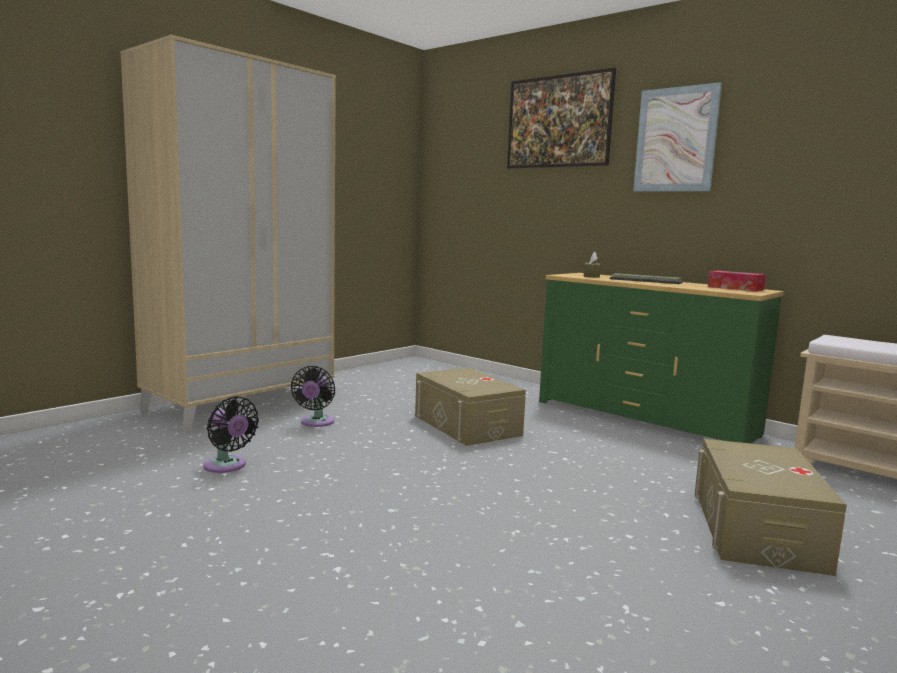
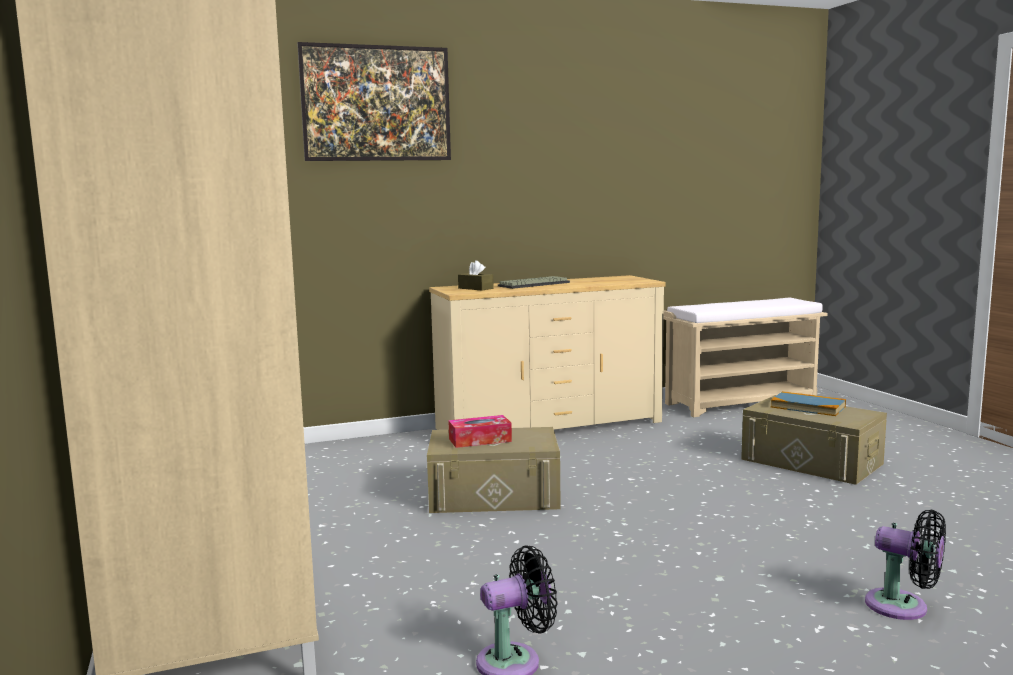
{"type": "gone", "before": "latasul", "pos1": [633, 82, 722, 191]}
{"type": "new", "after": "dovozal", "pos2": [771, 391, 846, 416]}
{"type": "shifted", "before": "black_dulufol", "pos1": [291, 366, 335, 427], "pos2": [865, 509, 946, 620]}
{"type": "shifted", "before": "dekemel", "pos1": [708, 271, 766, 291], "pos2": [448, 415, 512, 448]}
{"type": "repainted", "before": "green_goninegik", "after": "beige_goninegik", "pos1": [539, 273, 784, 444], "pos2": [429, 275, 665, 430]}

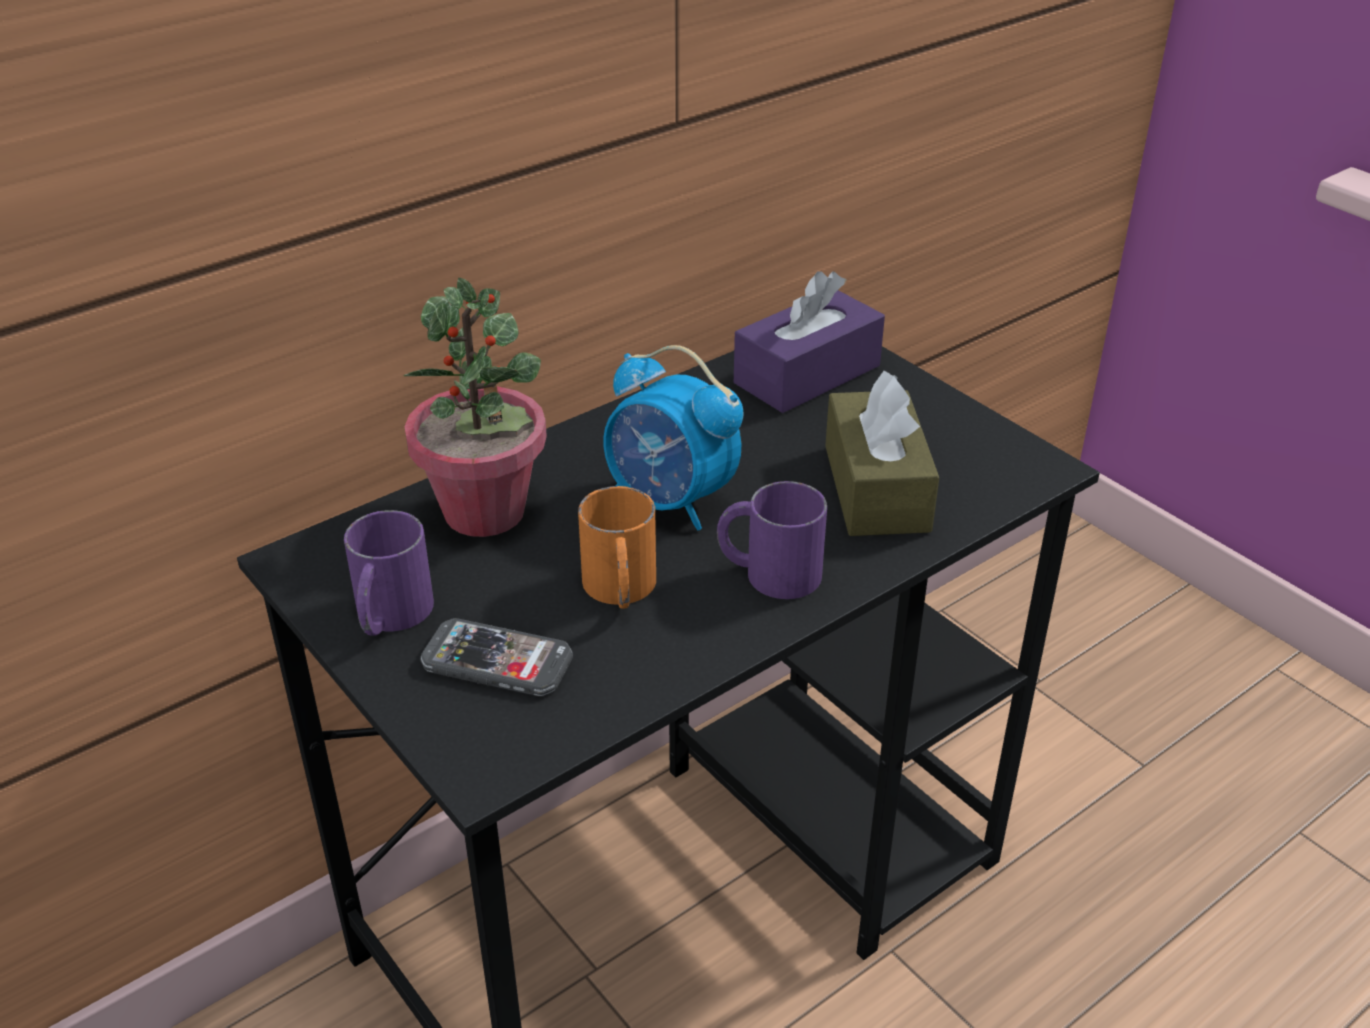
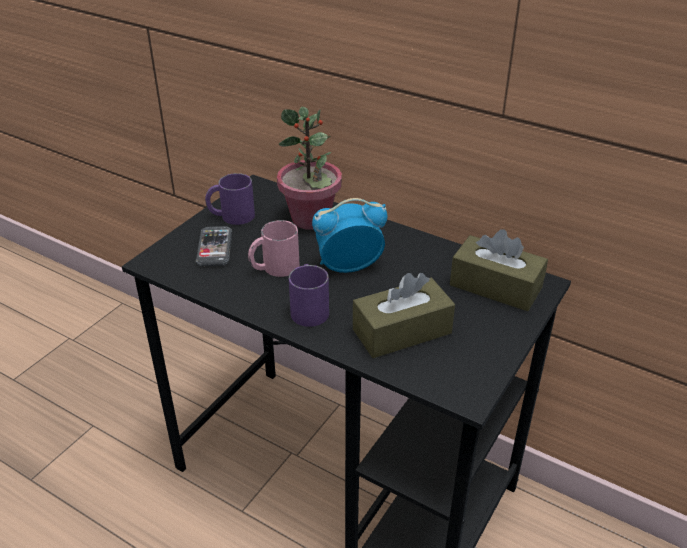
{"type": "repainted", "before": "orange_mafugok", "after": "pink_mafugok", "pos1": [578, 486, 656, 609], "pos2": [248, 220, 299, 277]}
{"type": "repainted", "before": "purple_dekemel", "after": "brown_dekemel", "pos1": [734, 271, 885, 413], "pos2": [450, 229, 548, 311]}
{"type": "rotated", "before": "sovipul", "pos1": [604, 345, 743, 531], "pos2": [312, 198, 387, 273], "turn": 60}

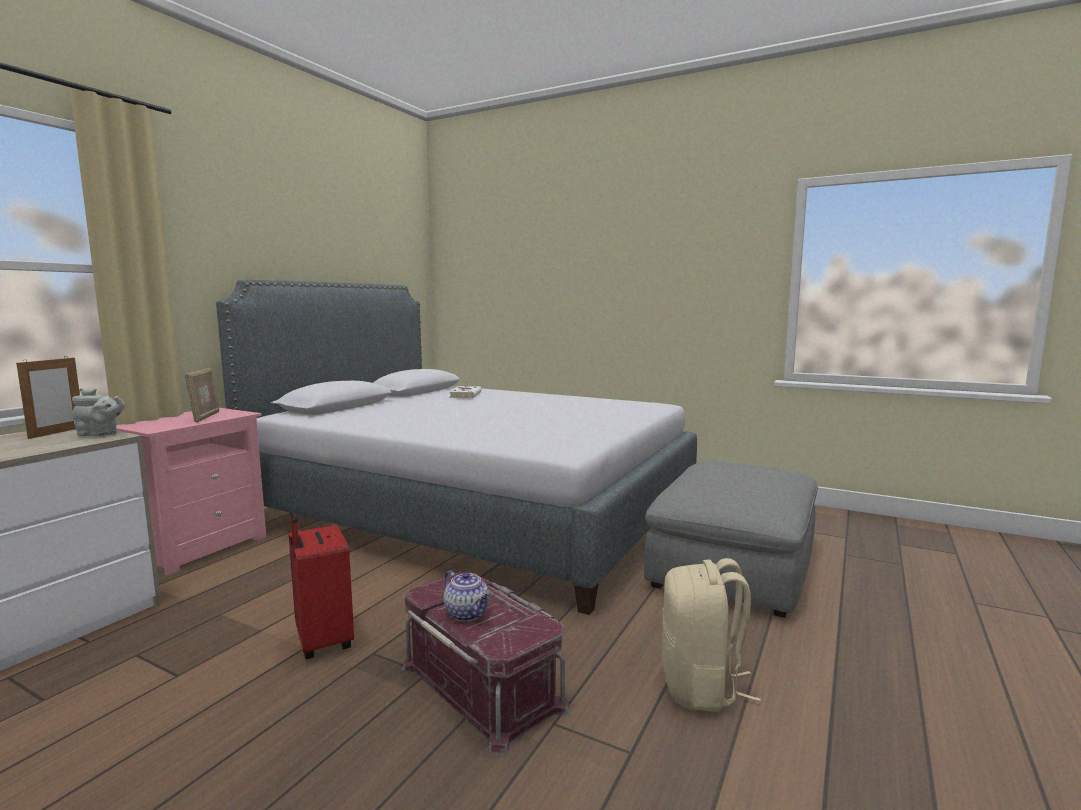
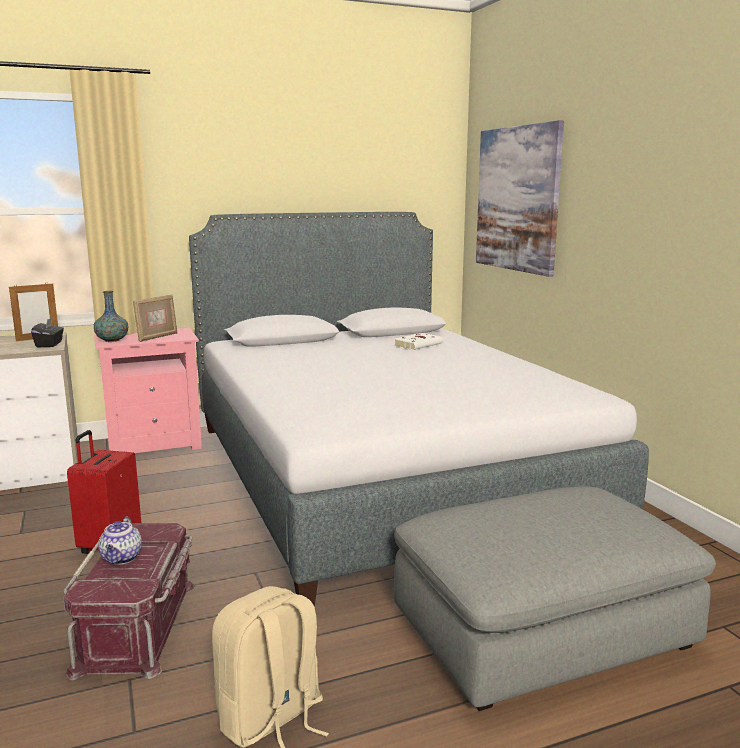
{"type": "new", "after": "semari", "pos2": [94, 291, 128, 342]}
{"type": "new", "after": "latasul", "pos2": [476, 120, 564, 277]}
{"type": "swapped", "before": "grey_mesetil", "after": "black_dekemel", "pos1": [72, 387, 126, 436], "pos2": [31, 317, 64, 347]}

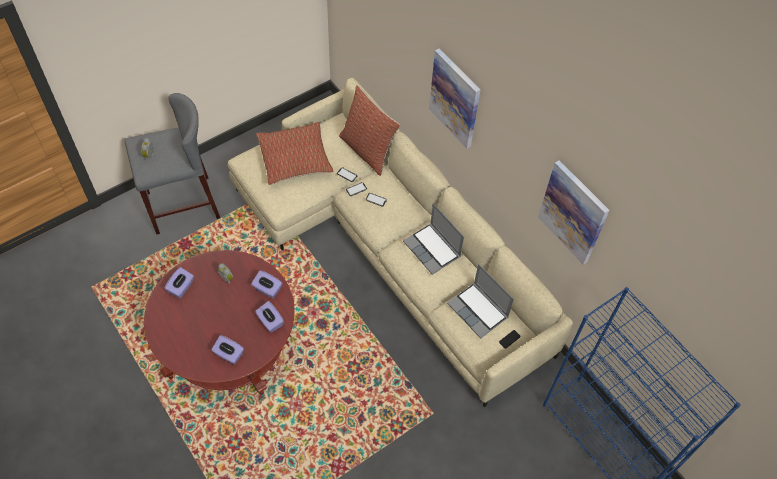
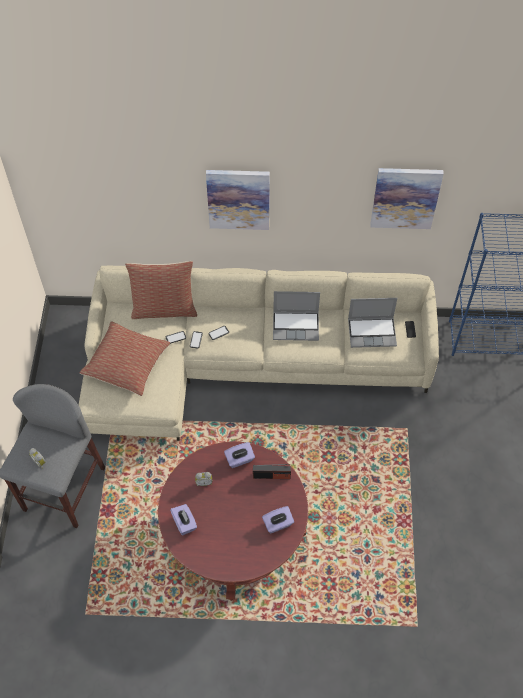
{"type": "swapped", "before": "purple_dekemel", "after": "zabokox", "pos1": [255, 301, 284, 333], "pos2": [253, 464, 291, 479]}

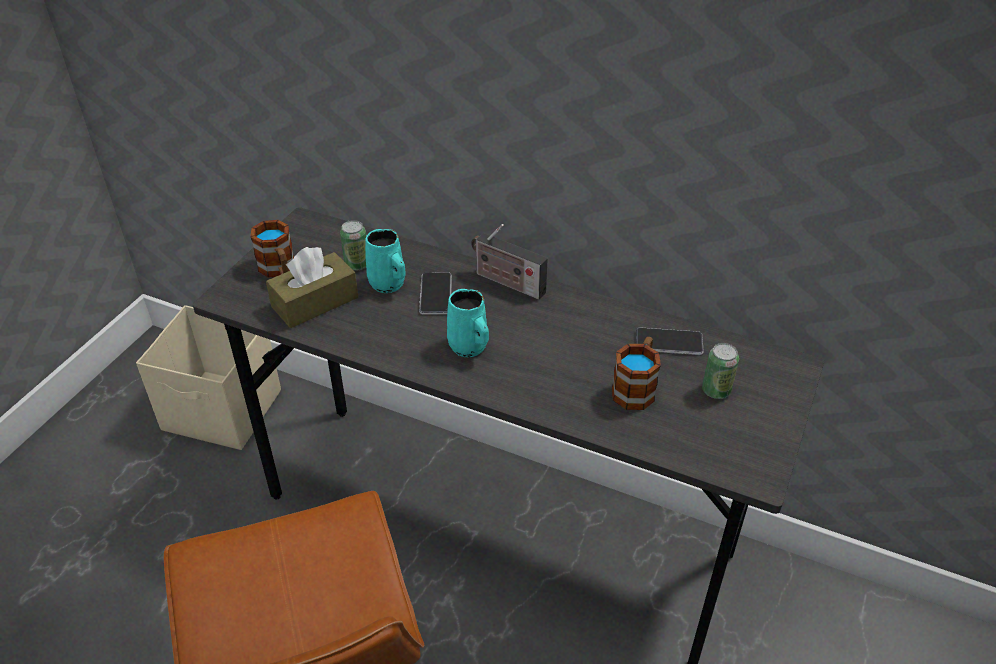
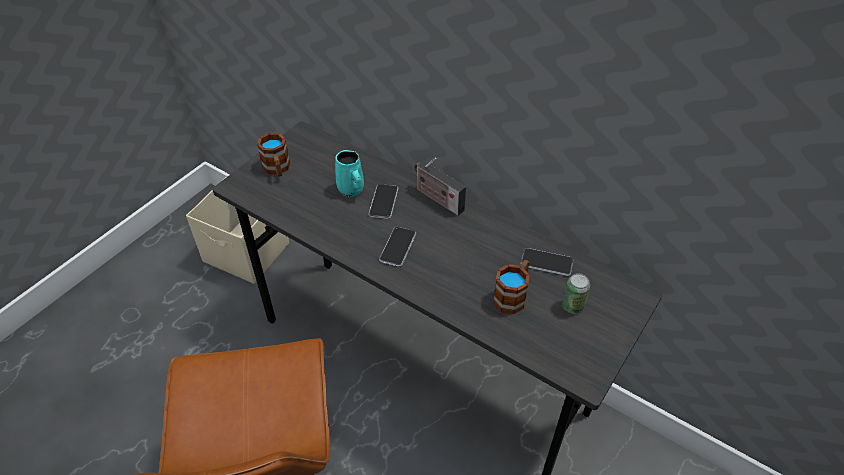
{"type": "gone", "before": "brown_dekemel", "pos1": [266, 247, 358, 328]}
{"type": "gone", "before": "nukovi", "pos1": [340, 220, 366, 271]}
{"type": "swapped", "before": "turquoise_mafugok", "after": "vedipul", "pos1": [447, 289, 489, 357], "pos2": [379, 227, 416, 267]}

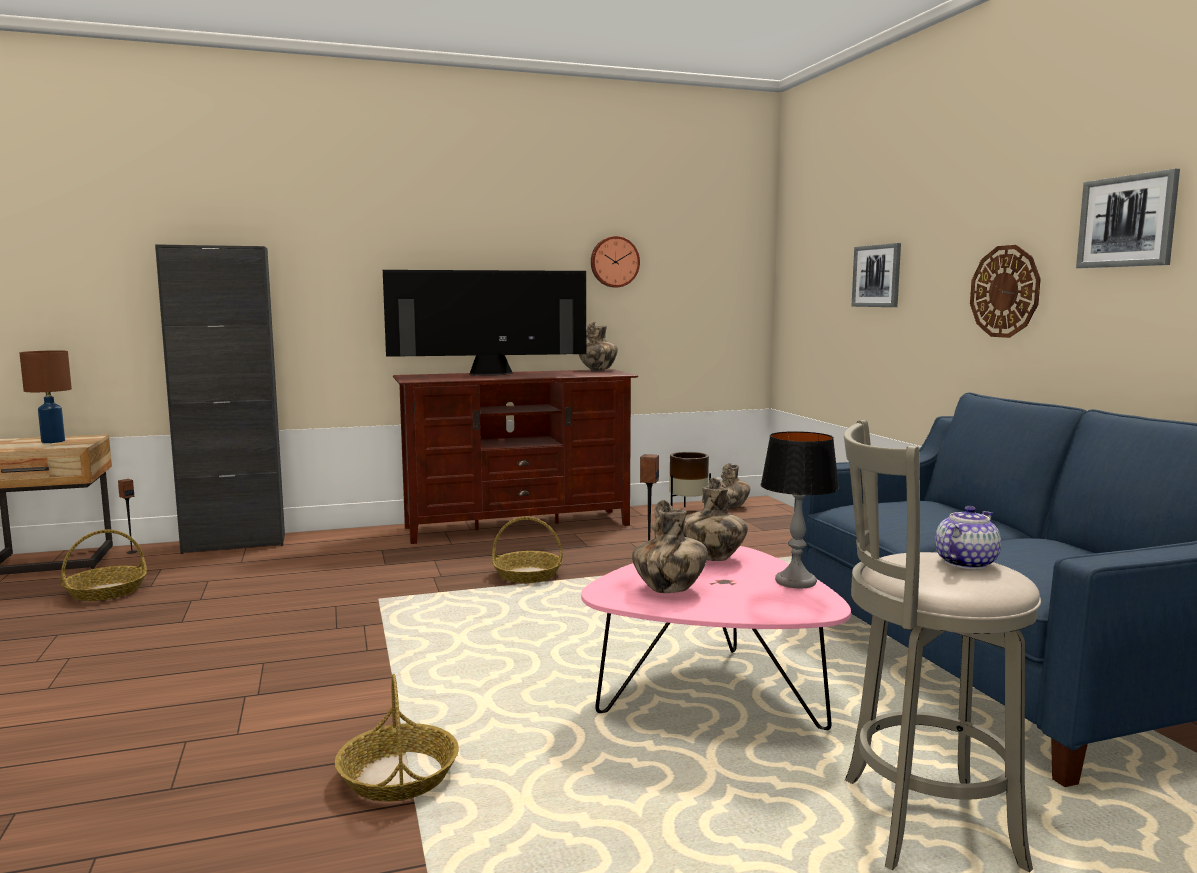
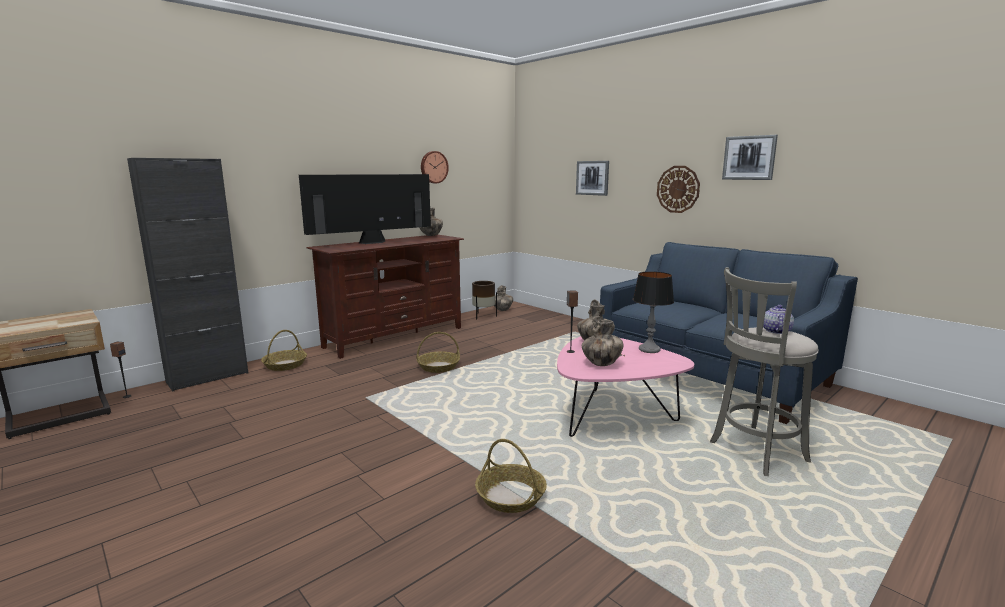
{"type": "gone", "before": "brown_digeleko", "pos1": [20, 350, 72, 443]}
{"type": "shifted", "before": "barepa", "pos1": [61, 530, 147, 601], "pos2": [261, 330, 307, 371]}

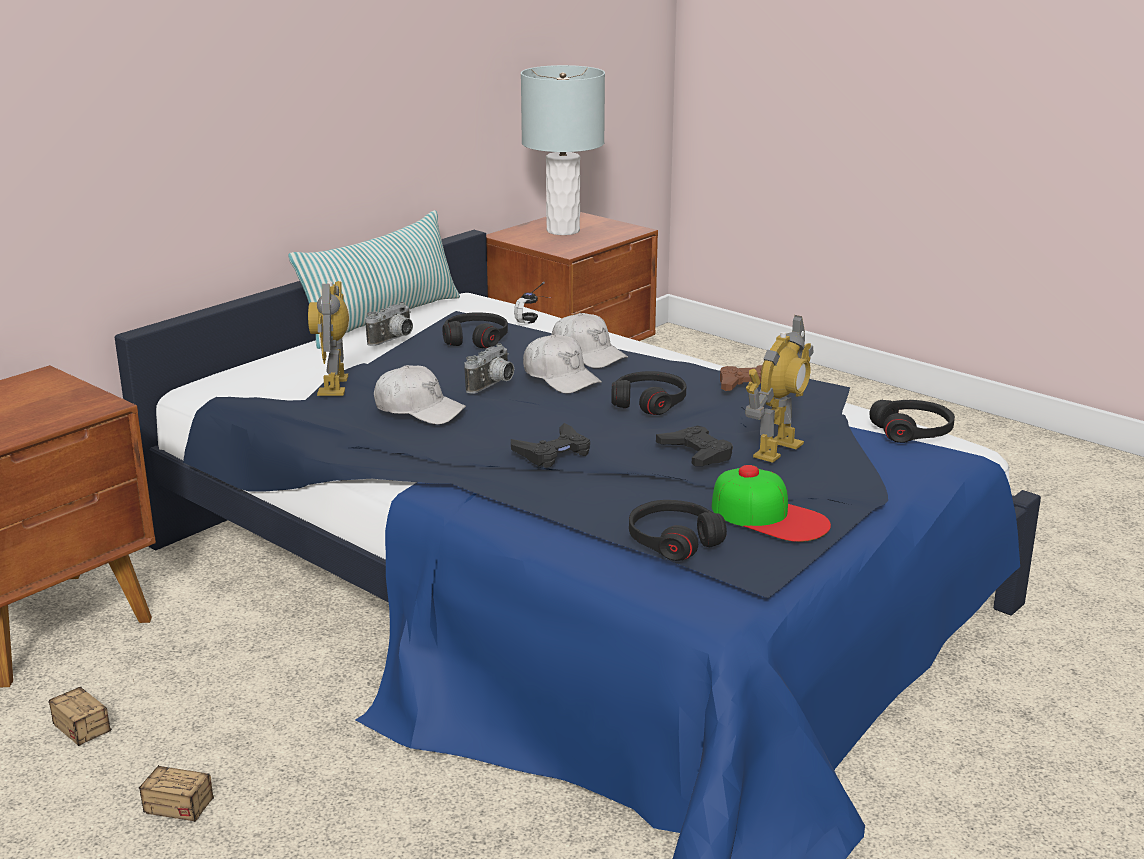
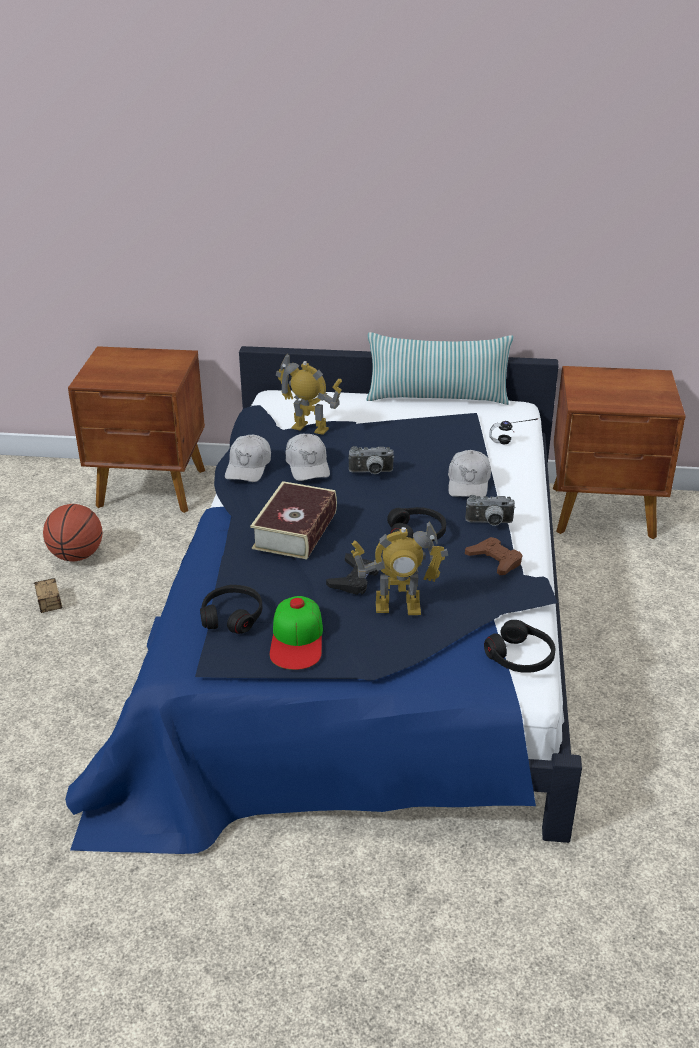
{"type": "gone", "before": "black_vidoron", "pos1": [443, 312, 508, 348]}
{"type": "gone", "before": "grey_digeleko", "pos1": [521, 65, 605, 235]}
{"type": "shifted", "before": "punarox", "pos1": [365, 302, 413, 346], "pos2": [465, 495, 515, 526]}
{"type": "shifted", "before": "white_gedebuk", "pos1": [523, 334, 602, 394], "pos2": [225, 435, 271, 482]}
{"type": "swapped", "before": "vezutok", "after": "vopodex", "pos1": [48, 679, 134, 746], "pos2": [43, 504, 102, 561]}
{"type": "swapped", "before": "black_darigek", "after": "dovozal", "pos1": [511, 423, 590, 468], "pos2": [250, 481, 337, 560]}
{"type": "rotated", "before": "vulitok", "pos1": [308, 281, 349, 396], "pos2": [276, 353, 342, 435], "turn": 60}

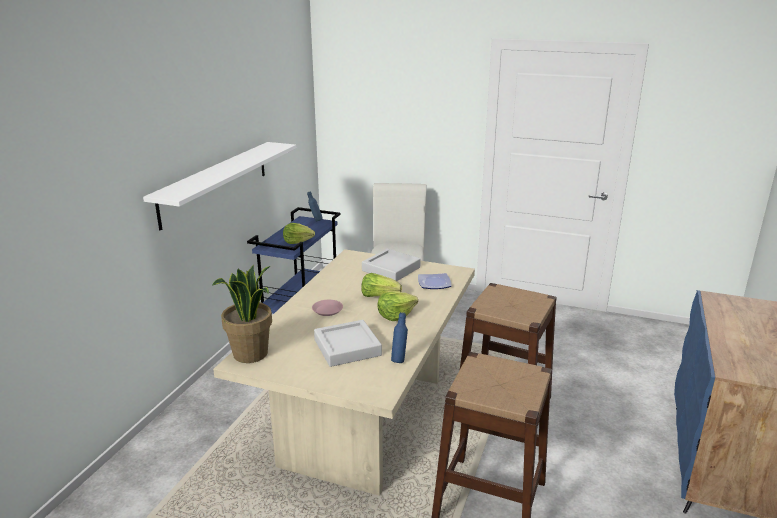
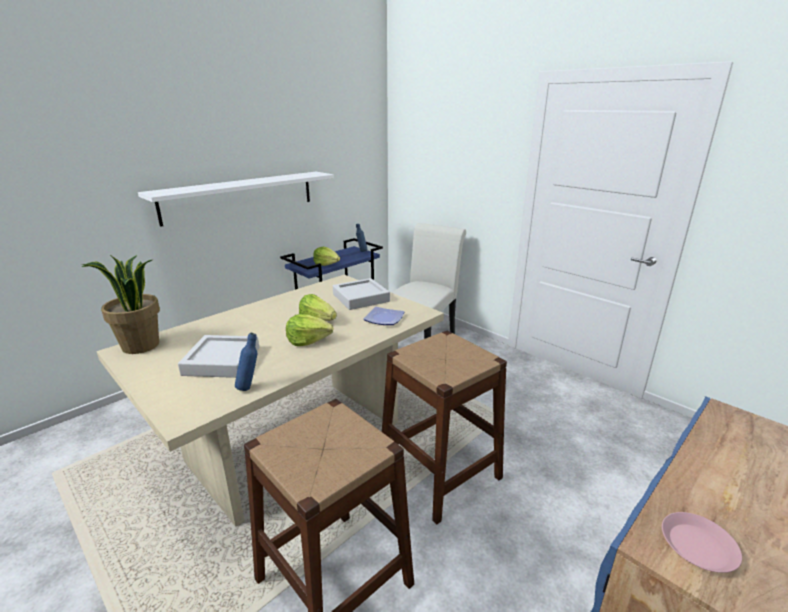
{"type": "shifted", "before": "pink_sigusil", "pos1": [312, 300, 343, 316], "pos2": [662, 512, 742, 573]}

